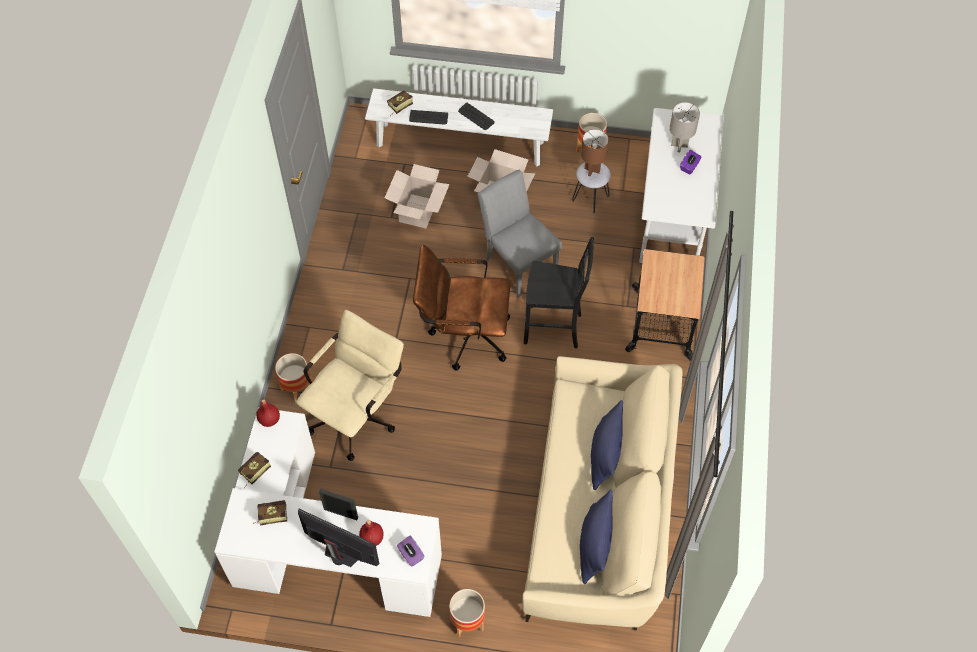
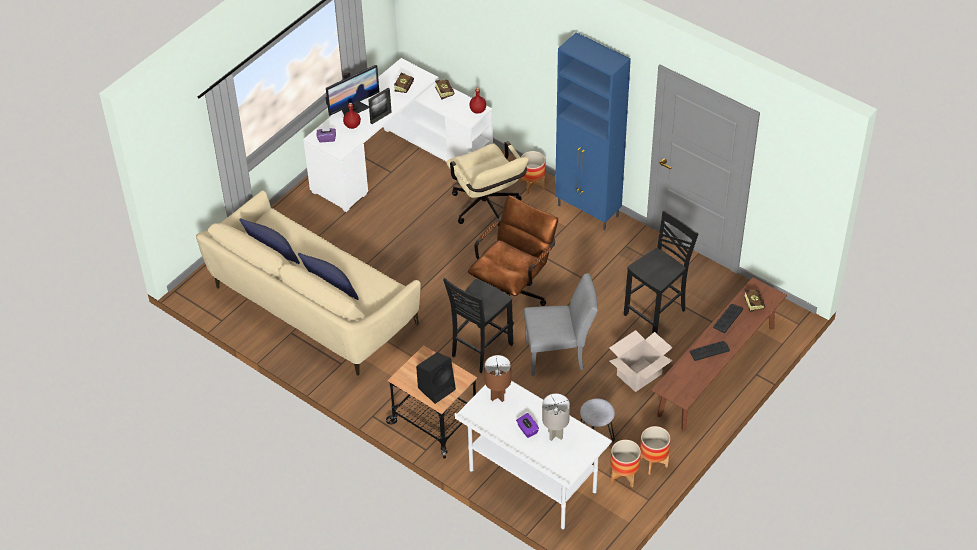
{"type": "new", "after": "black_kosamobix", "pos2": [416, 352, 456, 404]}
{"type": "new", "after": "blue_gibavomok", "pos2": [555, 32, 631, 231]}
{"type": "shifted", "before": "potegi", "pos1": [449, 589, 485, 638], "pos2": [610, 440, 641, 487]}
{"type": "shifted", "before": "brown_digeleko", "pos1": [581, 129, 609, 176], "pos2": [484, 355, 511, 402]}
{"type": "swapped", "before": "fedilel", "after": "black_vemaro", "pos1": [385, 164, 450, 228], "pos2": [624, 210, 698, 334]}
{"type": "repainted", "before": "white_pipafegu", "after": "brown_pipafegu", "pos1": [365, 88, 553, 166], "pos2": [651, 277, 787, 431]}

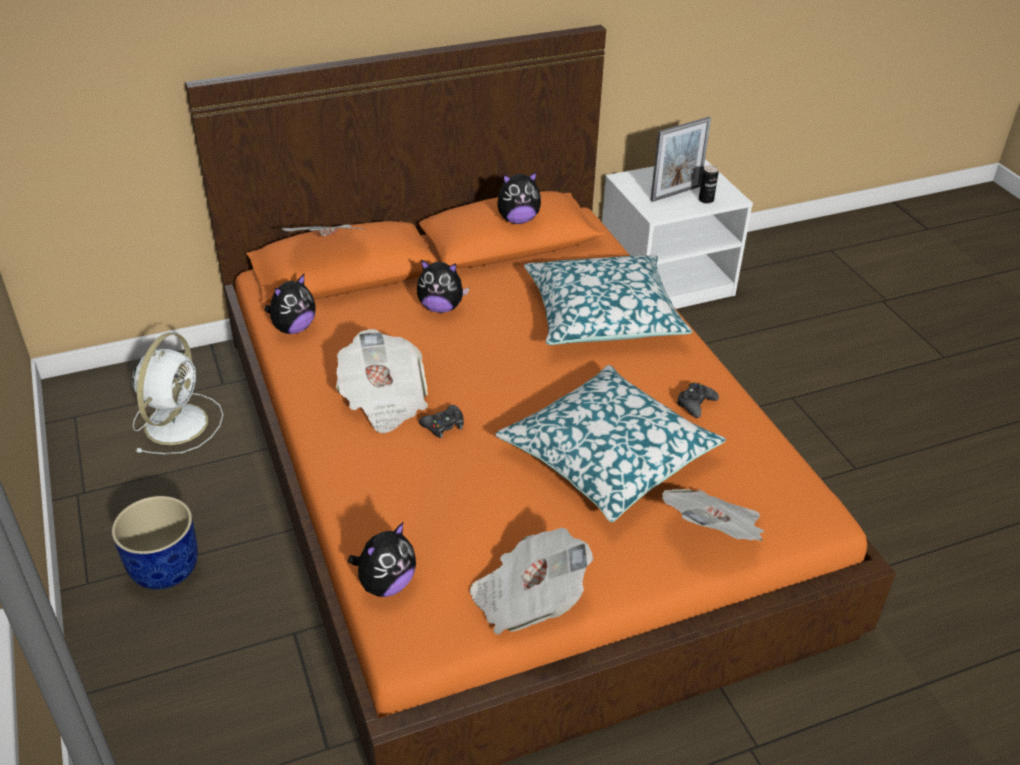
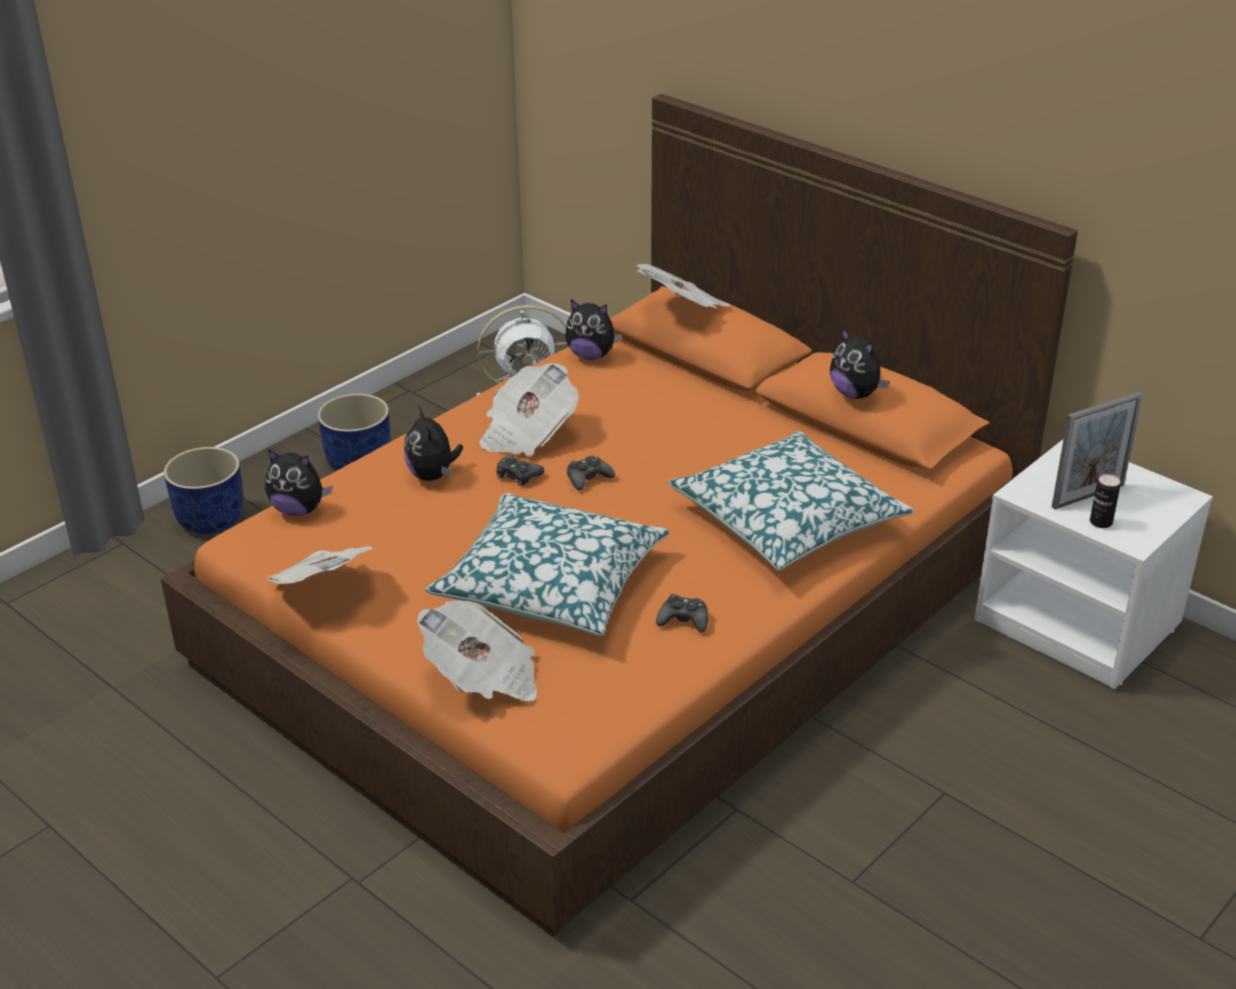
{"type": "new", "after": "blue_potegi", "pos2": [164, 447, 244, 534]}
{"type": "new", "after": "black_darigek", "pos2": [567, 455, 615, 491]}
{"type": "shifted", "before": "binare", "pos1": [417, 260, 469, 313], "pos2": [404, 407, 463, 481]}
{"type": "rotated", "before": "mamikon", "pos1": [650, 117, 711, 202], "pos2": [1052, 392, 1143, 509], "turn": -60}

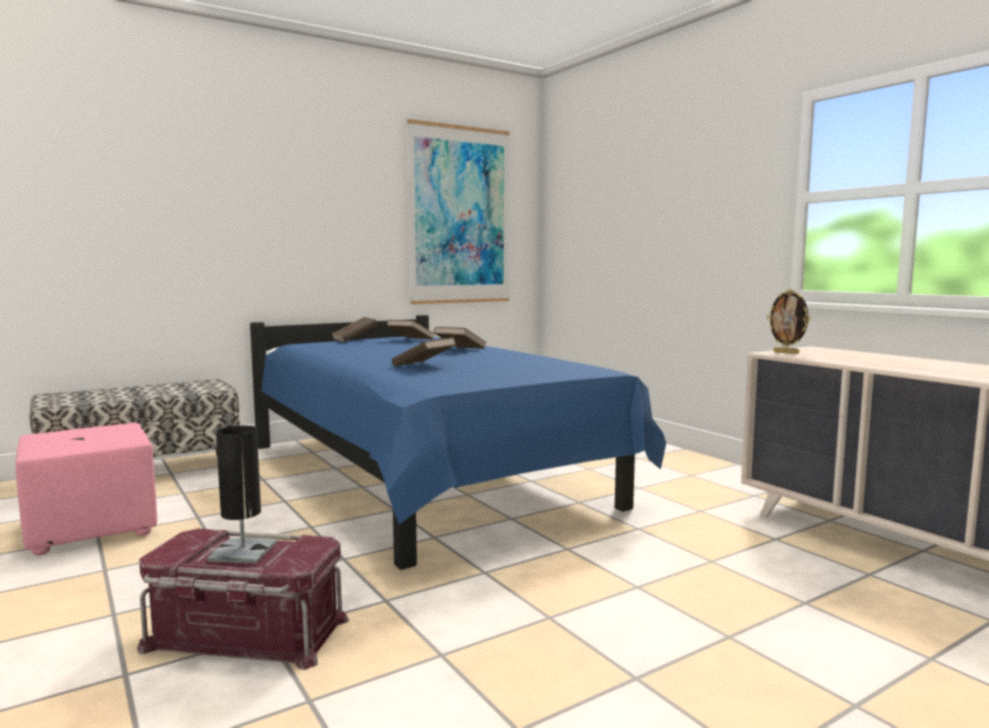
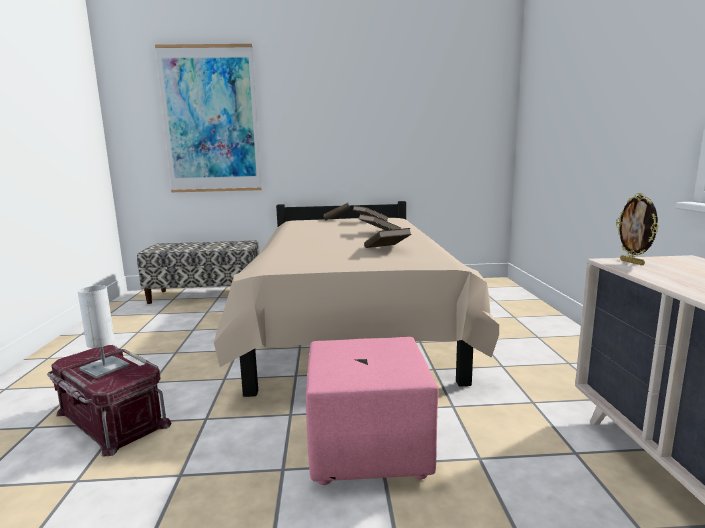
{"type": "shifted", "before": "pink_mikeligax", "pos1": [15, 423, 157, 555], "pos2": [306, 337, 438, 485]}
{"type": "shifted", "before": "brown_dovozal", "pos1": [392, 337, 457, 366], "pos2": [364, 228, 412, 248]}
{"type": "shifted", "before": "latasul", "pos1": [407, 119, 510, 304], "pos2": [155, 44, 262, 192]}
{"type": "repainted", "before": "black_digeleko", "after": "white_digeleko", "pos1": [207, 426, 277, 563], "pos2": [77, 285, 129, 378]}
{"type": "repainted", "before": "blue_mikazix", "after": "beige_mikazix", "pos1": [250, 315, 666, 570], "pos2": [214, 201, 499, 397]}

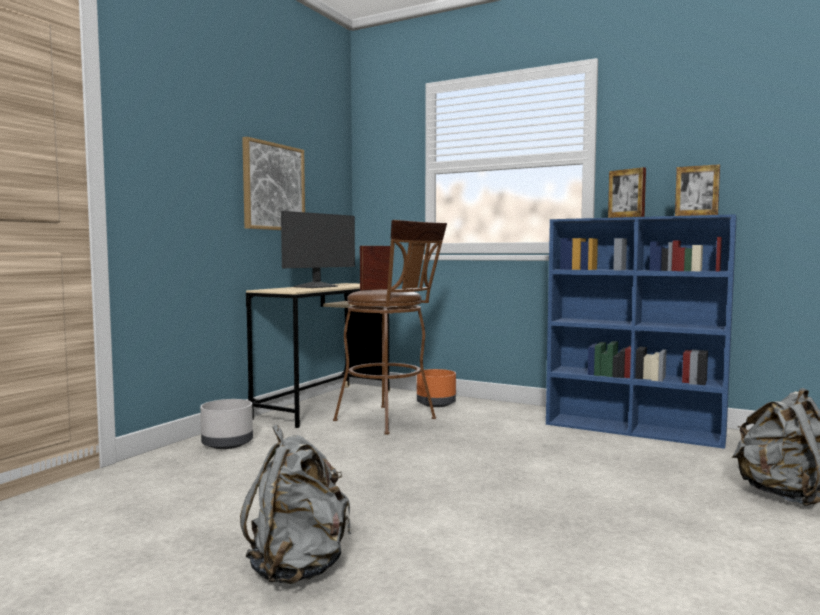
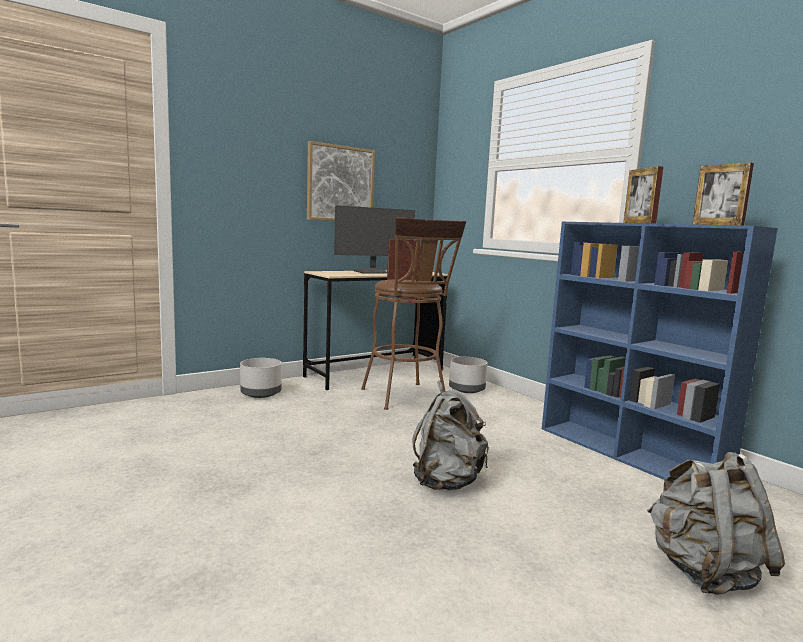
{"type": "shifted", "before": "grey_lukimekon", "pos1": [240, 425, 351, 584], "pos2": [413, 380, 489, 491]}
{"type": "repainted", "before": "orange_potegi", "after": "grey_potegi", "pos1": [417, 369, 456, 407], "pos2": [449, 357, 488, 393]}

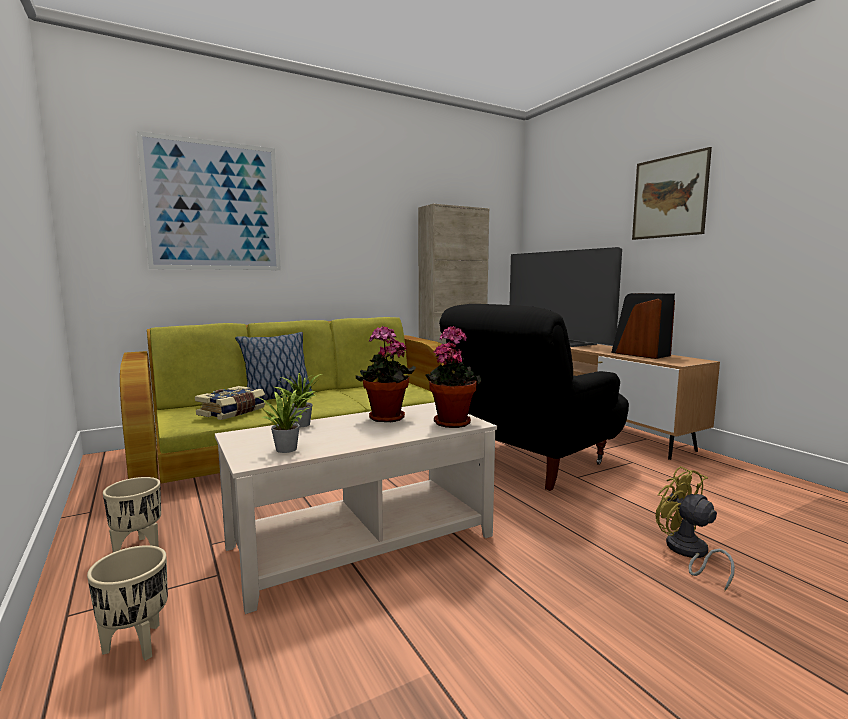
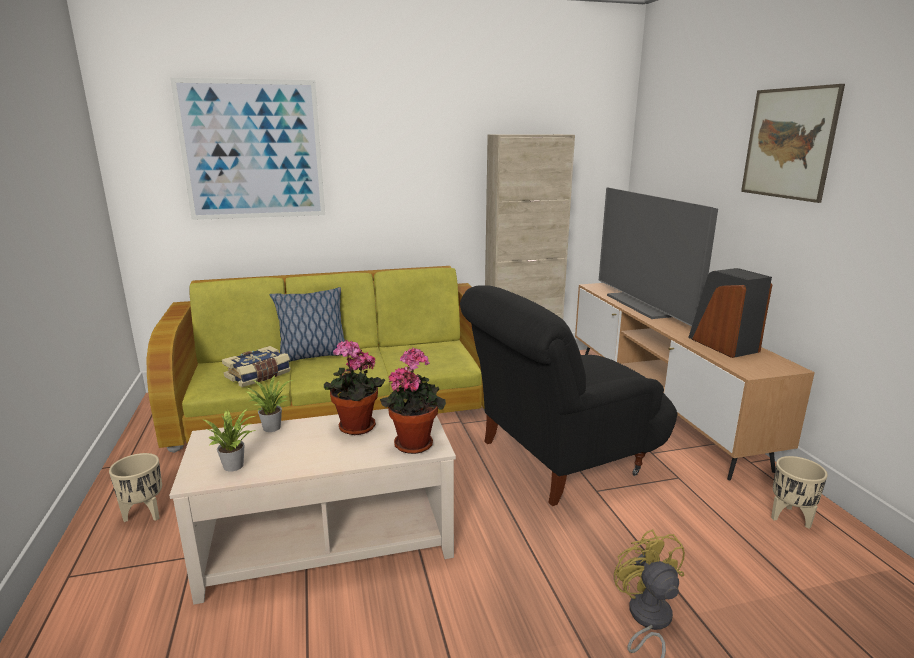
{"type": "shifted", "before": "beige_potegi", "pos1": [87, 545, 168, 661], "pos2": [771, 456, 828, 529]}

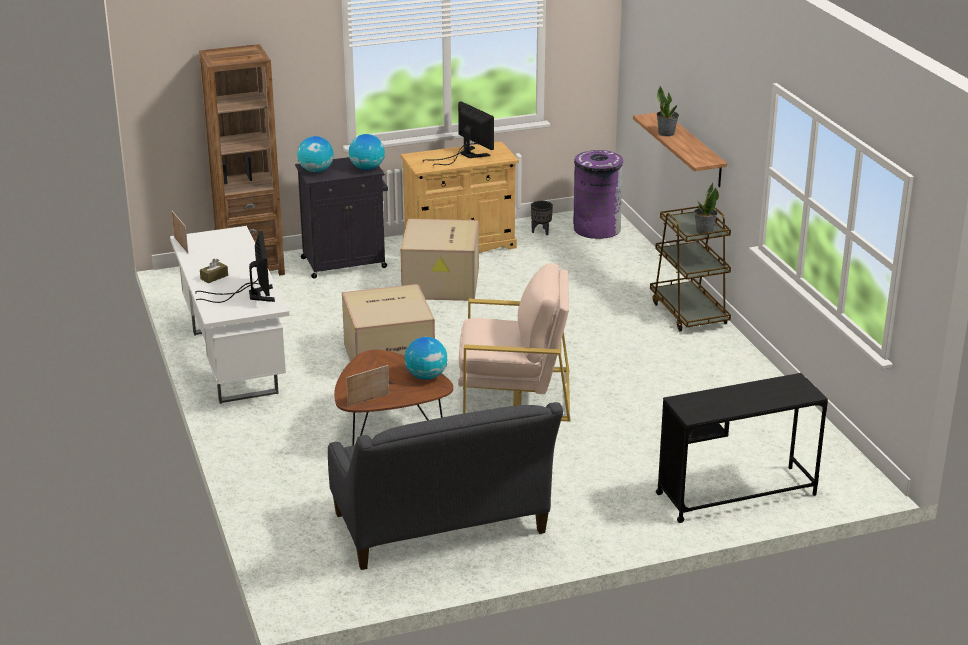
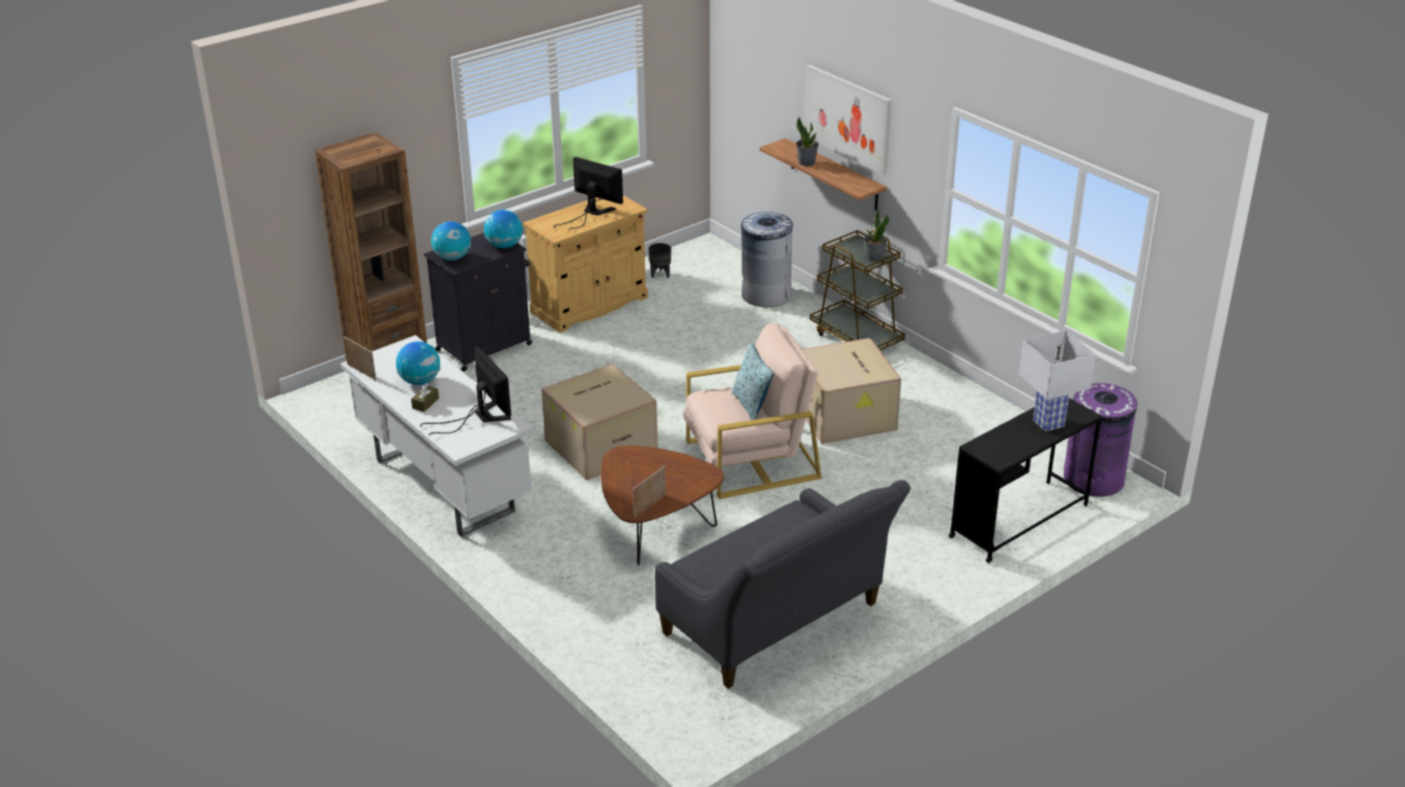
{"type": "new", "after": "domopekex", "pos2": [731, 342, 774, 420]}
{"type": "new", "after": "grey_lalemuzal", "pos2": [741, 212, 793, 307]}
{"type": "new", "after": "latasul", "pos2": [804, 65, 891, 175]}
{"type": "new", "after": "white_digeleko", "pos2": [1019, 330, 1096, 432]}
{"type": "shifted", "before": "fedilel", "pos1": [401, 219, 479, 301], "pos2": [802, 338, 901, 444]}
{"type": "shifted", "before": "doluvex", "pos1": [405, 337, 447, 380], "pos2": [396, 341, 440, 385]}
{"type": "shifted", "before": "purple_lalemuzal", "pos1": [573, 150, 623, 239], "pos2": [1064, 383, 1137, 497]}

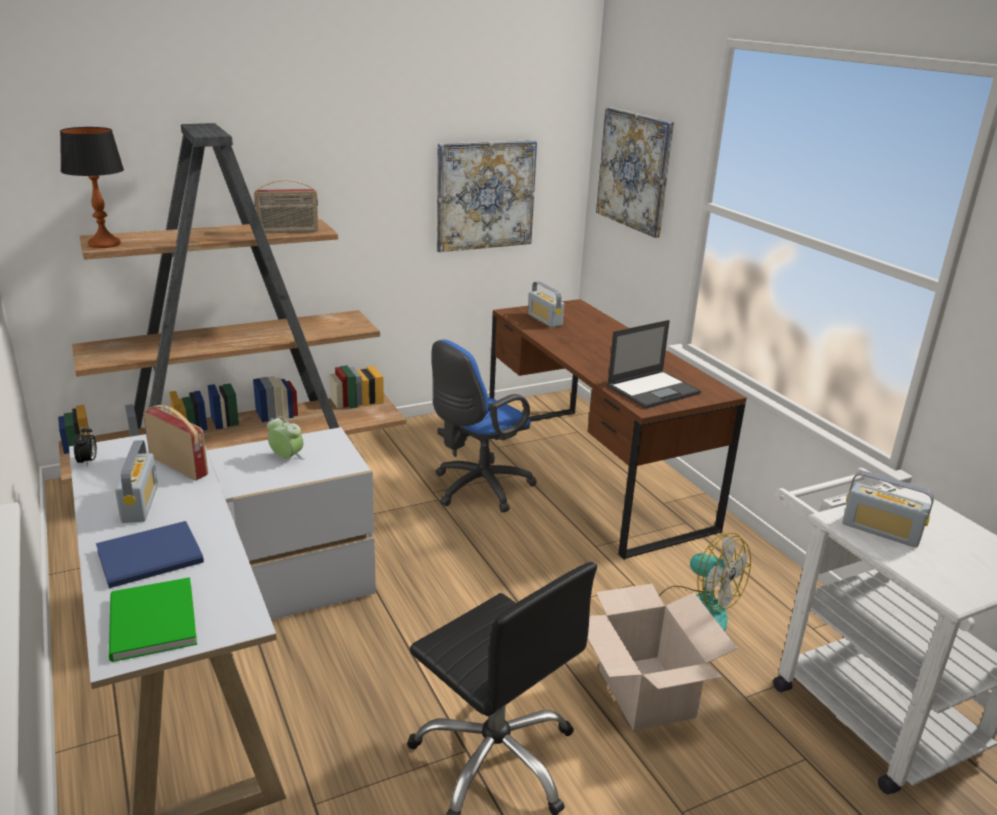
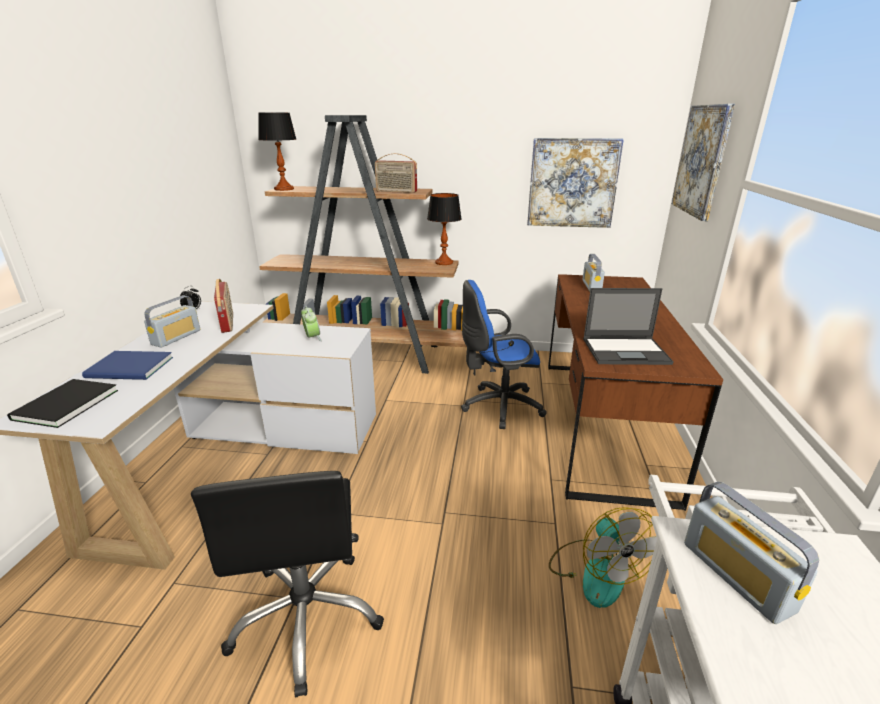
{"type": "gone", "before": "fedilel", "pos1": [588, 584, 738, 731]}
{"type": "new", "after": "digeleko", "pos2": [427, 193, 462, 265]}
{"type": "repainted", "before": "green_dovozal", "after": "black_dovozal", "pos1": [109, 577, 197, 662], "pos2": [7, 379, 118, 428]}

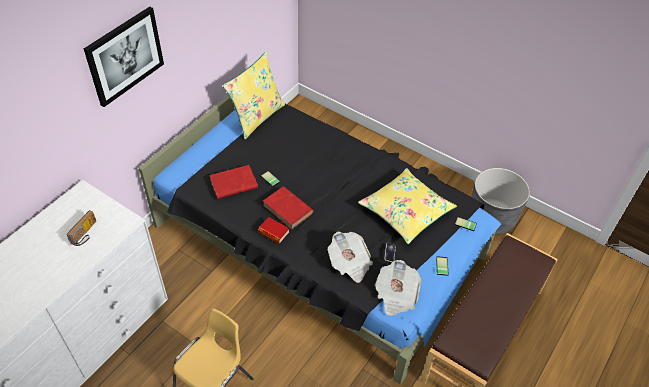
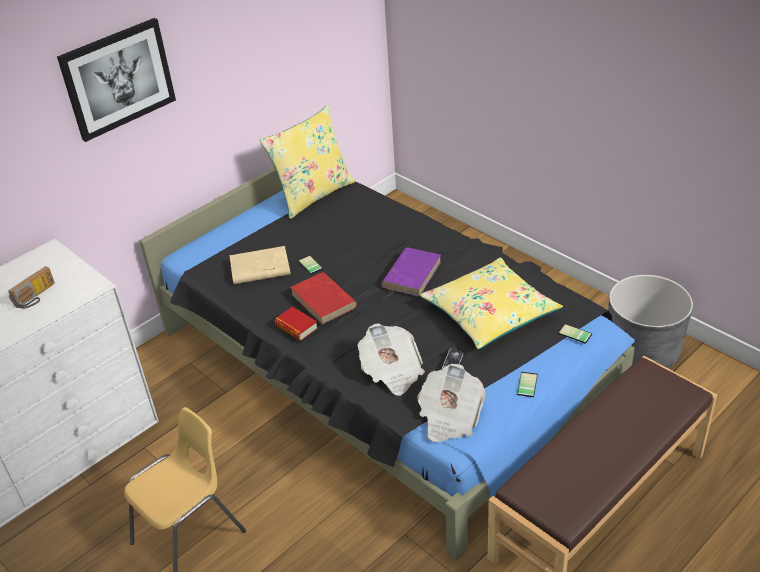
{"type": "new", "after": "purple_dovozal", "pos2": [381, 247, 441, 297]}
{"type": "repainted", "before": "red_dovozal", "after": "beige_dovozal", "pos1": [209, 165, 258, 199], "pos2": [229, 246, 291, 284]}

